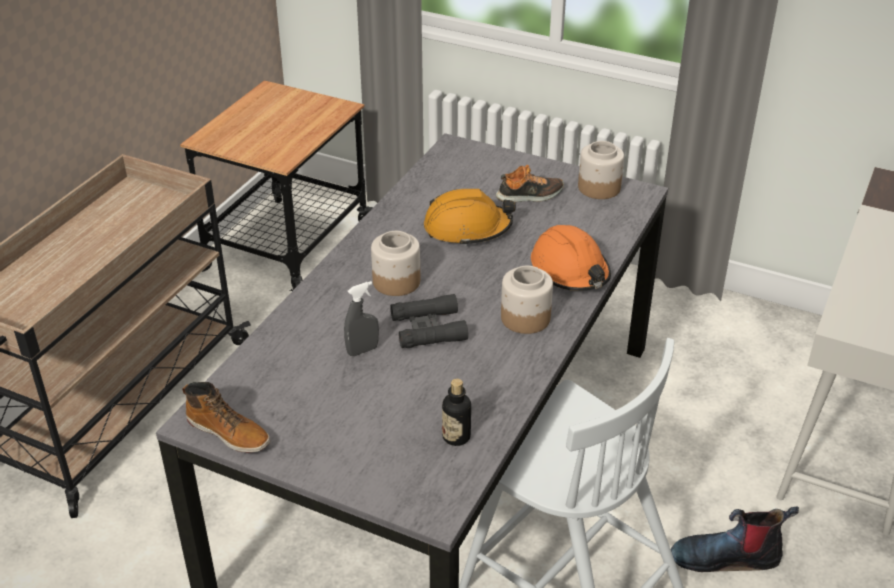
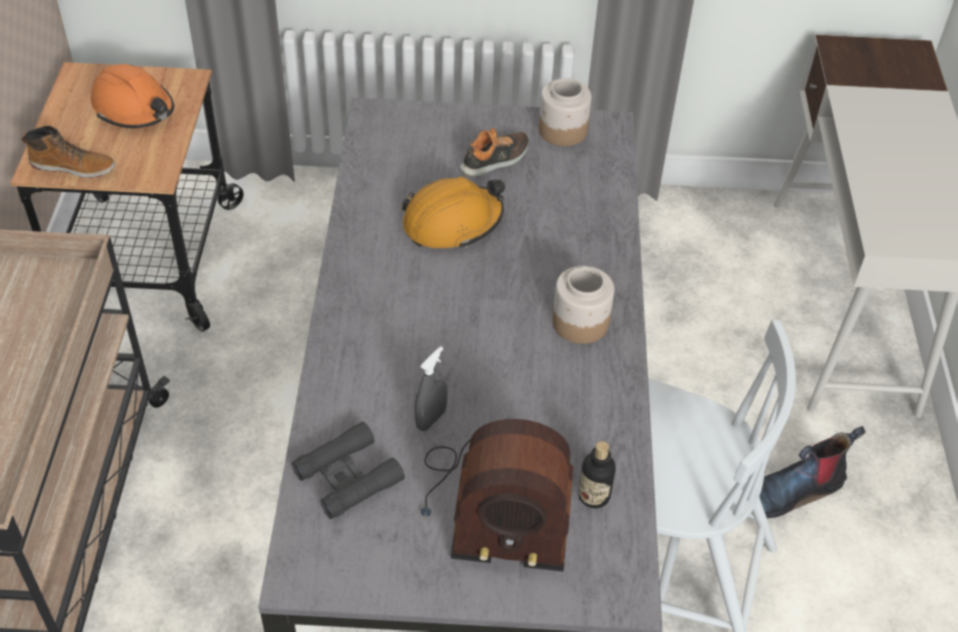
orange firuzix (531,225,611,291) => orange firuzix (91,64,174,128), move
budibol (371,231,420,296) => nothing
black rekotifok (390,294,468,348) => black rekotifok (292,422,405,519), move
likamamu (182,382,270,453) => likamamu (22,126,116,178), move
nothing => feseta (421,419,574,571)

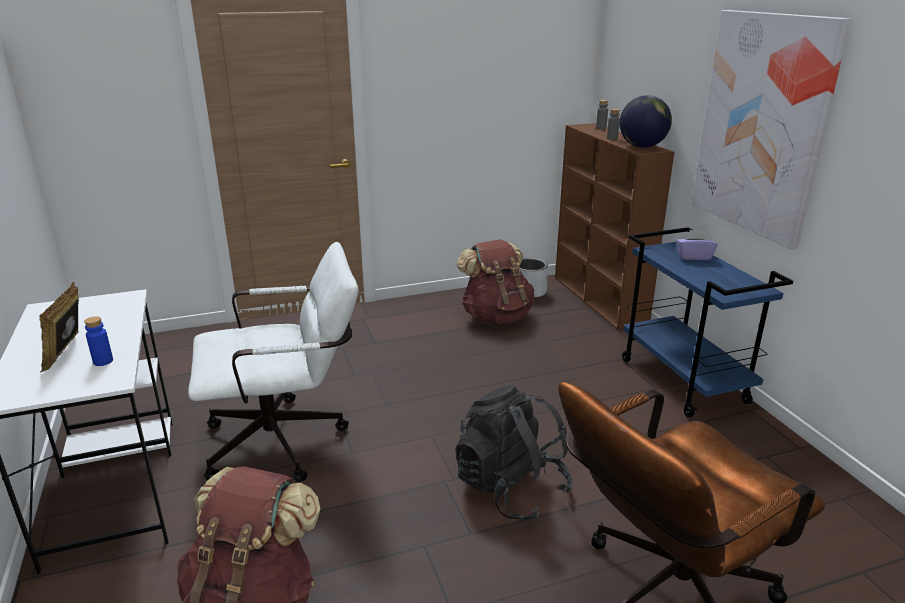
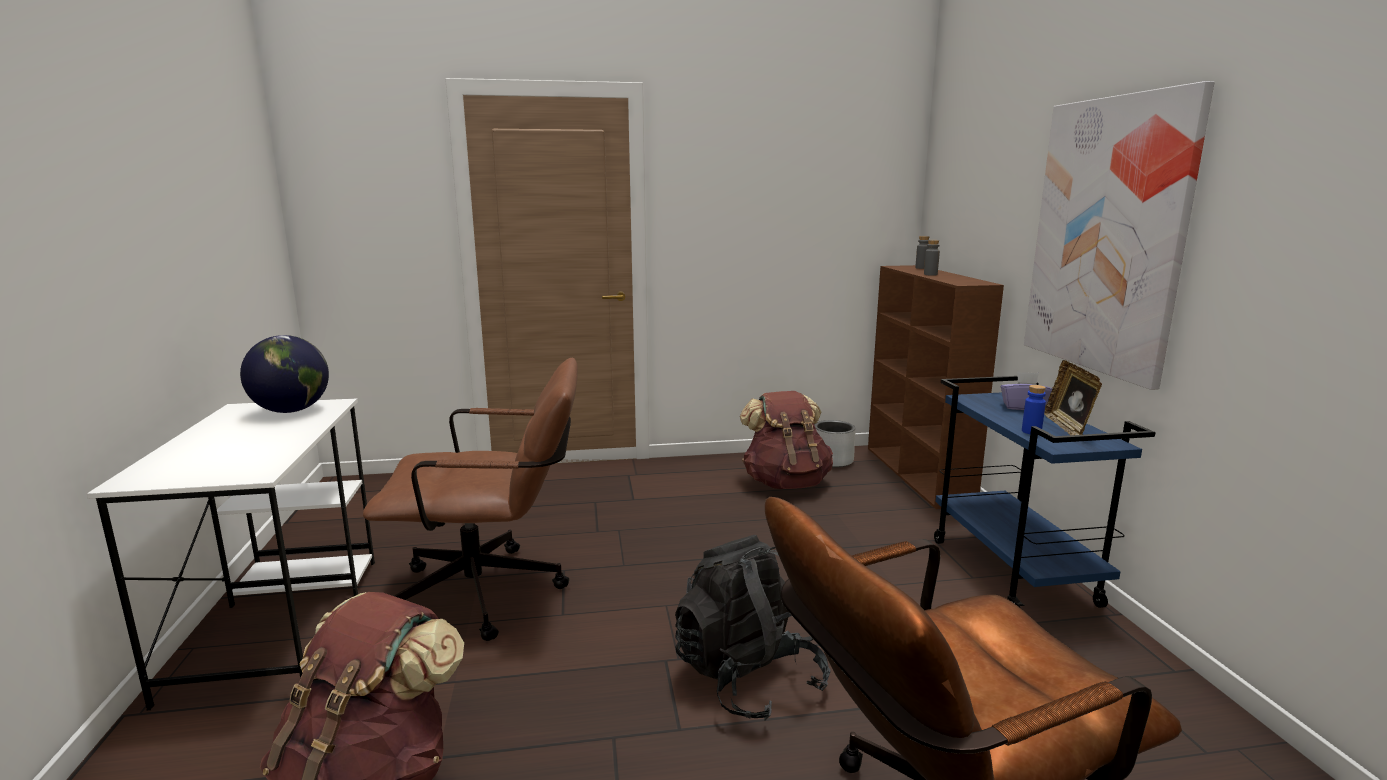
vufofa (619,95,672,148) => vufofa (240,335,329,413), move
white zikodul (188,242,359,482) => brown zikodul (363,358,578,641)
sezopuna (39,282,79,372) => sezopuna (1044,360,1102,435), move
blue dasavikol (84,316,113,366) => blue dasavikol (1022,385,1046,434), move

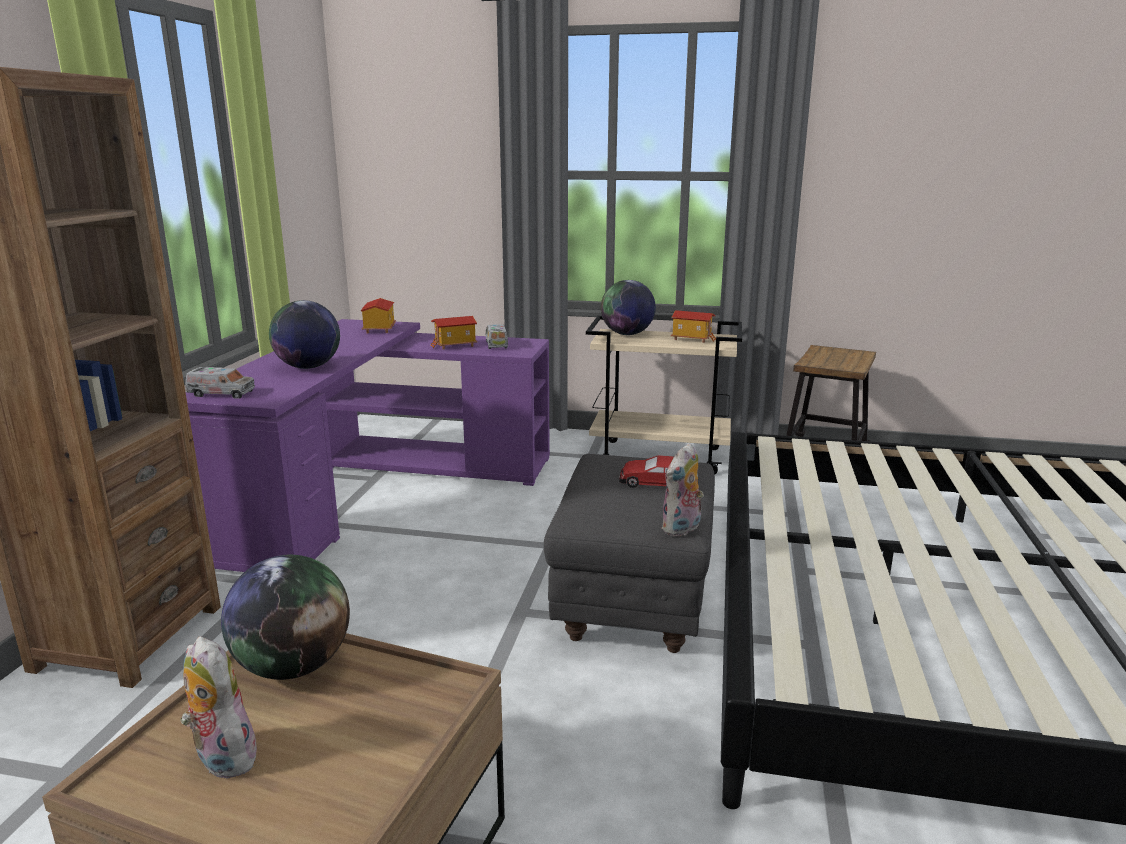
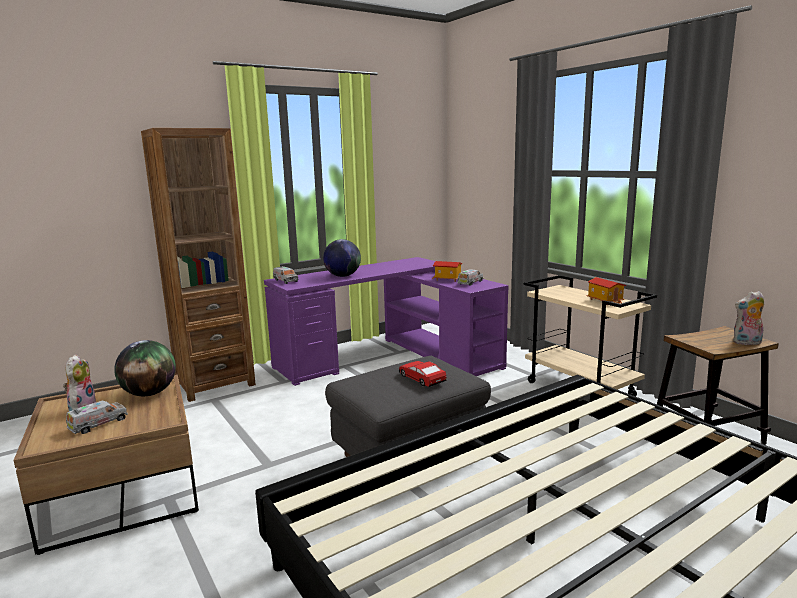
vufofa (601,280,656,335) => nothing
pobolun (361,298,396,333) => nothing
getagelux (661,443,704,536) => getagelux (733,291,764,345), move
nothing => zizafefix (66,401,128,434)

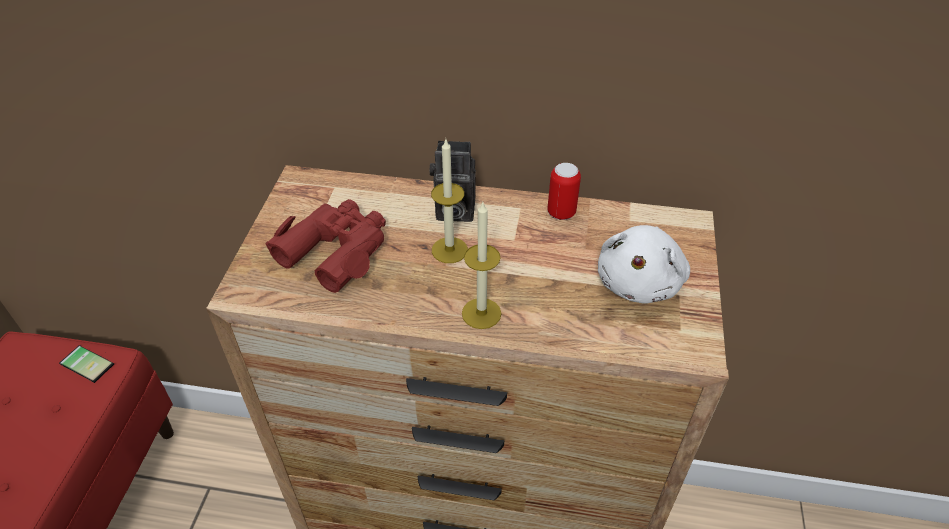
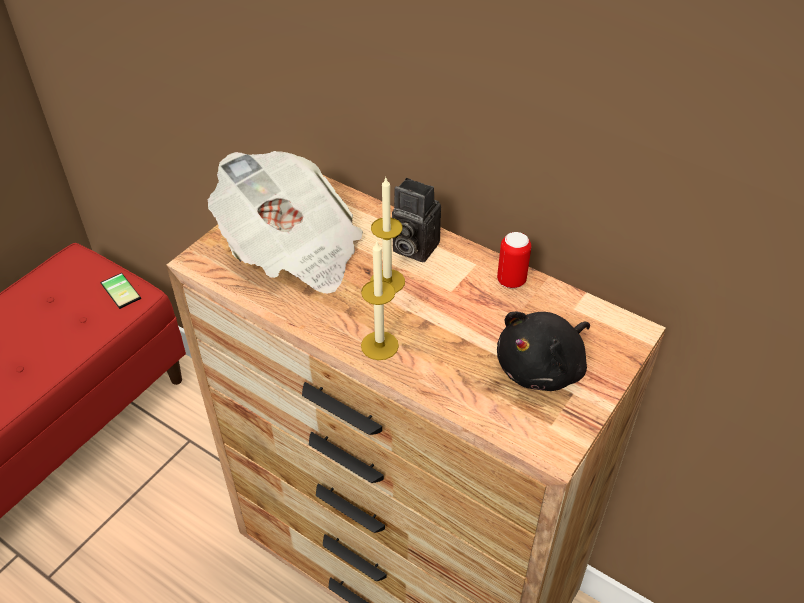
red rekotifok (266,199,386,293) => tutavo (208,151,363,294)
white getagelux (598,225,690,303) => black getagelux (497,312,590,391)

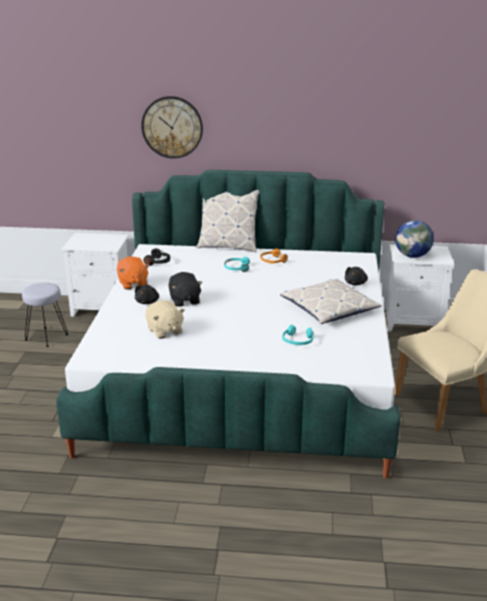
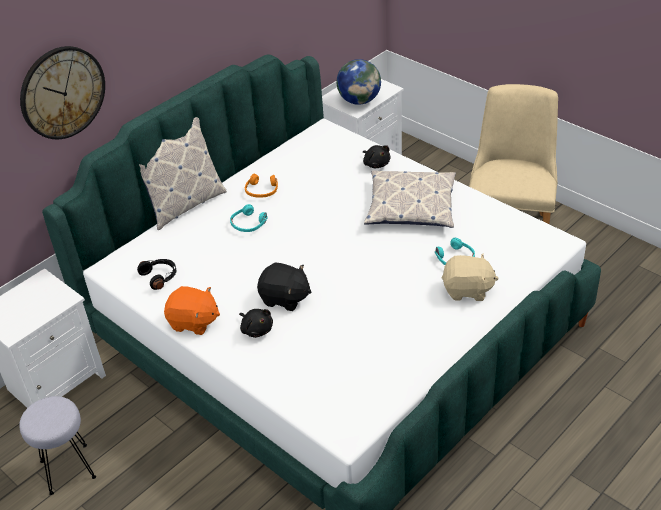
beige getagelux (145,300,185,339) => beige getagelux (442,253,499,301), move

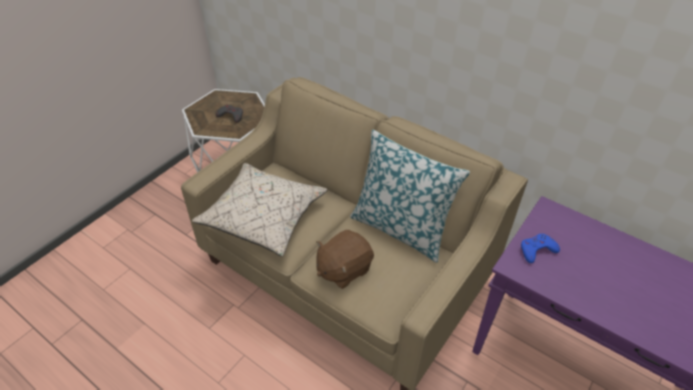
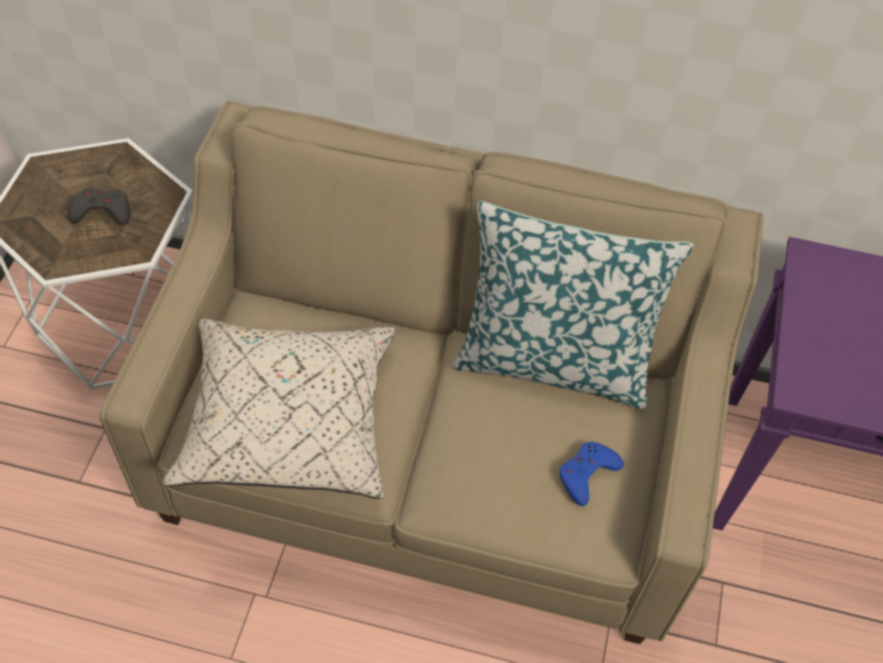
brown getagelux (316,230,374,289) => nothing
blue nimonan (521,234,560,263) => blue nimonan (559,442,624,506), move

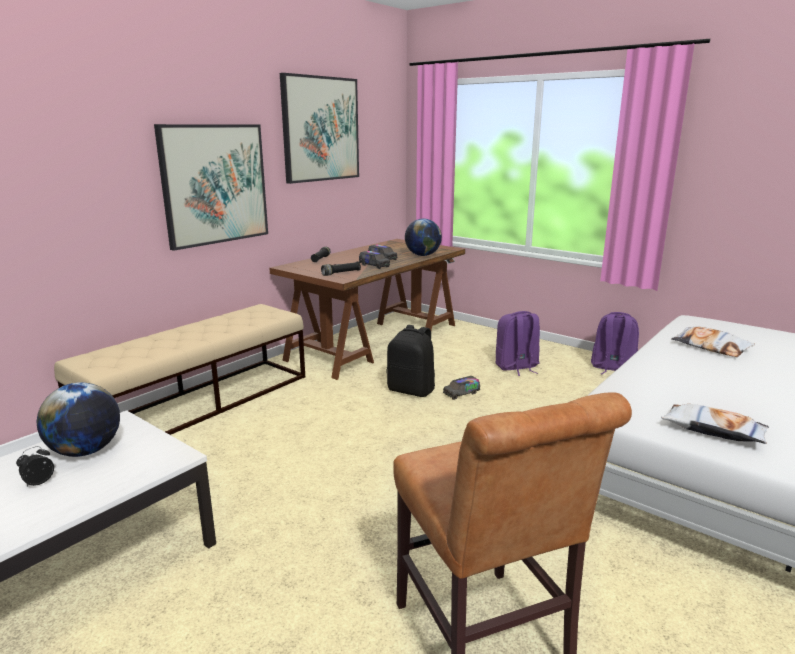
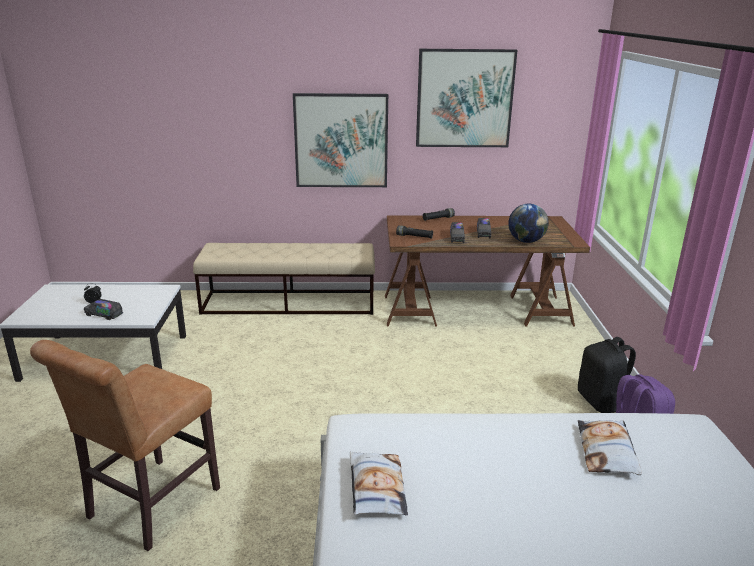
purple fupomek (496,311,540,376) => nothing
black fupomek (387,325,435,397) => black fupomek (578,337,636,413), move
zizafefix (443,376,480,400) => zizafefix (84,299,123,320), move
vufofa (36,382,120,457) => nothing

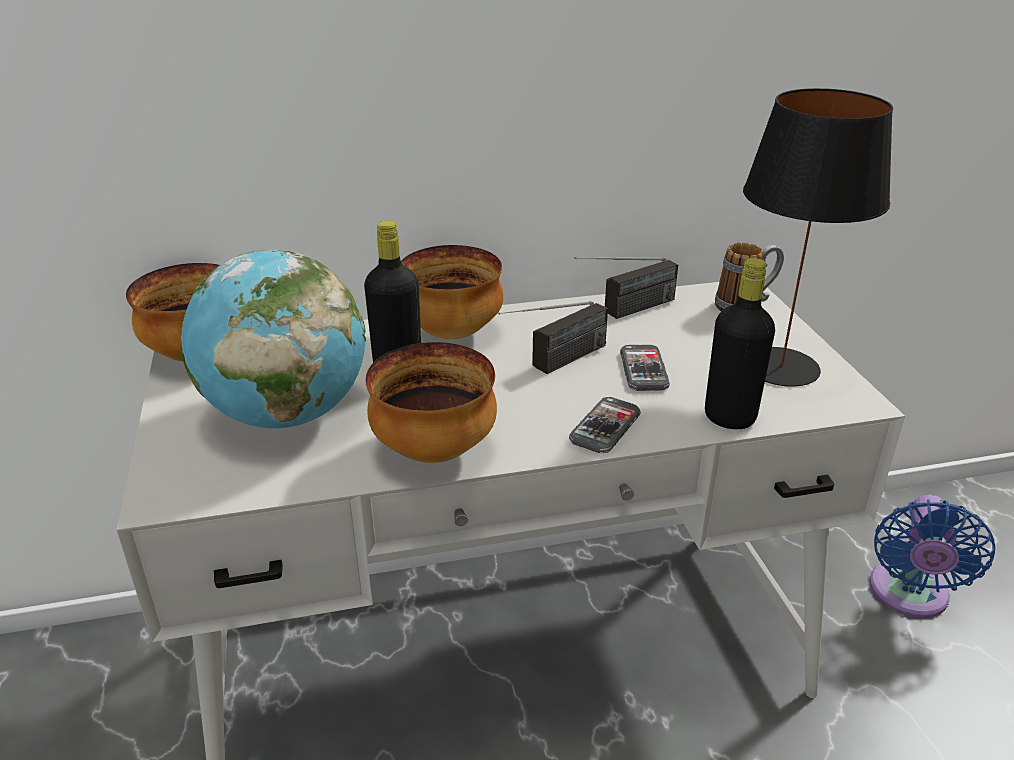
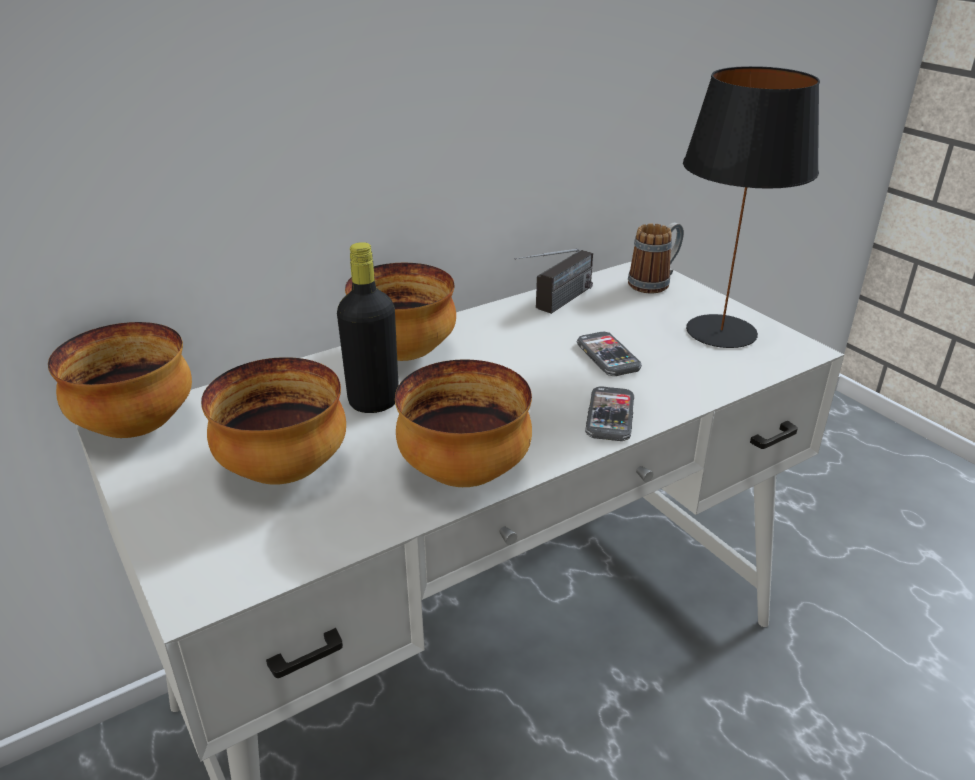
vufofa (181,250,366,428) => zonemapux (201,357,346,485)
black dasavikol (705,258,775,429) => nothing
feseta (498,301,608,374) => nothing
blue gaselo (869,495,995,618) => nothing

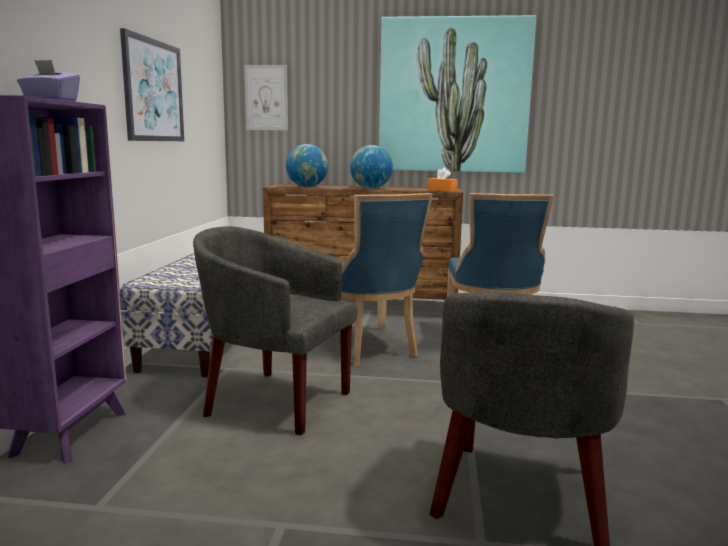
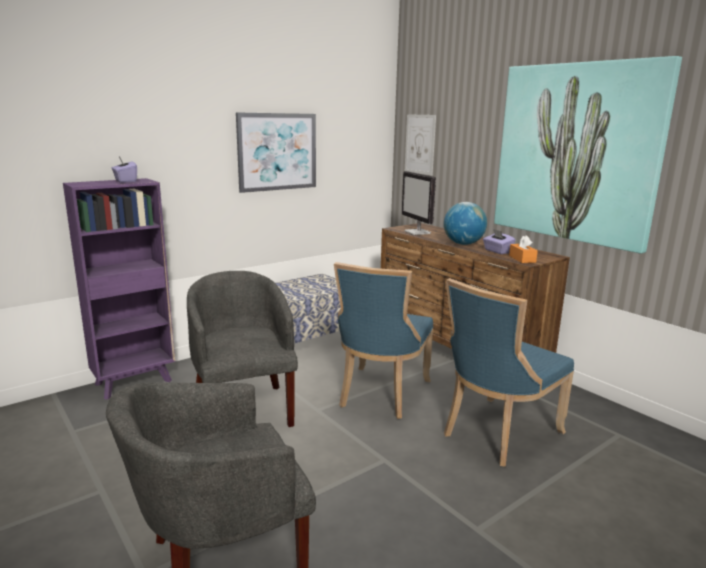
vufofa (286,144,328,187) => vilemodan (402,171,436,235)
nothing => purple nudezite (483,229,516,254)

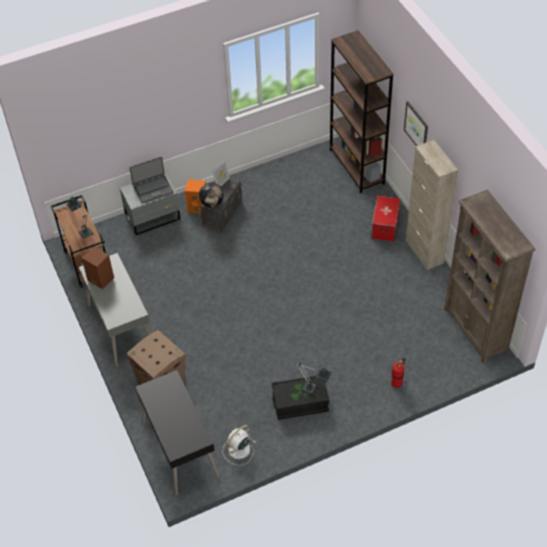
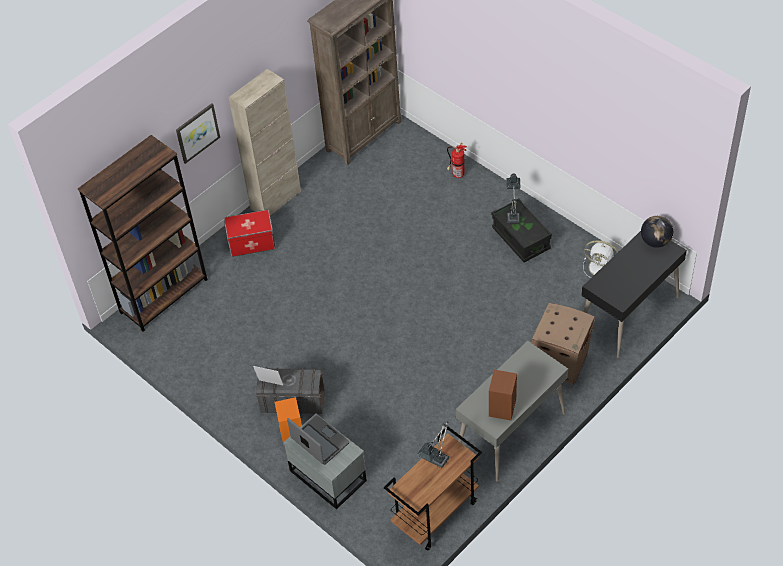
vufofa (199,183,224,207) => vufofa (641,216,673,248), move

